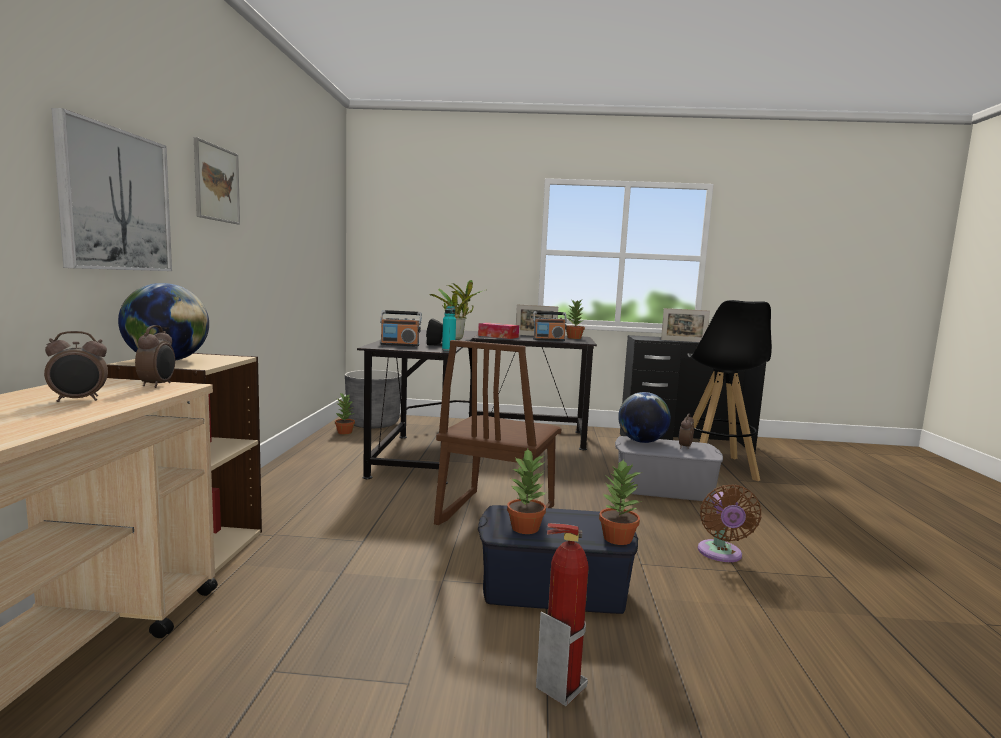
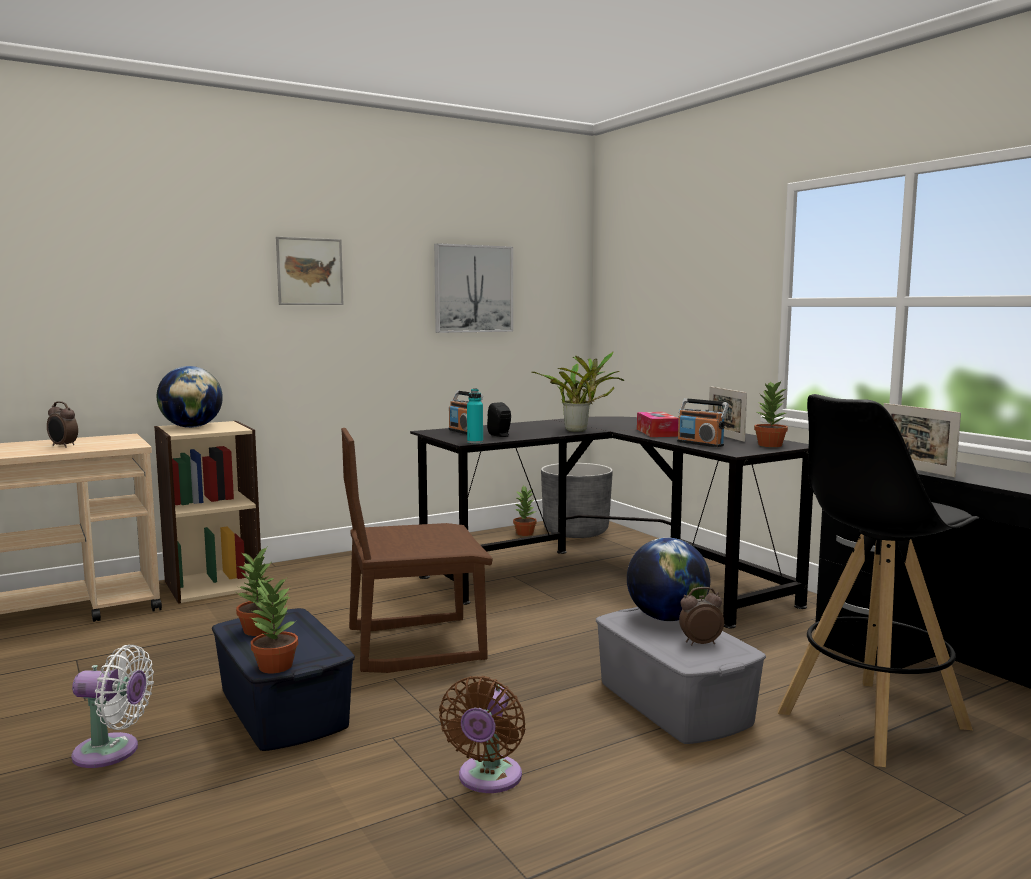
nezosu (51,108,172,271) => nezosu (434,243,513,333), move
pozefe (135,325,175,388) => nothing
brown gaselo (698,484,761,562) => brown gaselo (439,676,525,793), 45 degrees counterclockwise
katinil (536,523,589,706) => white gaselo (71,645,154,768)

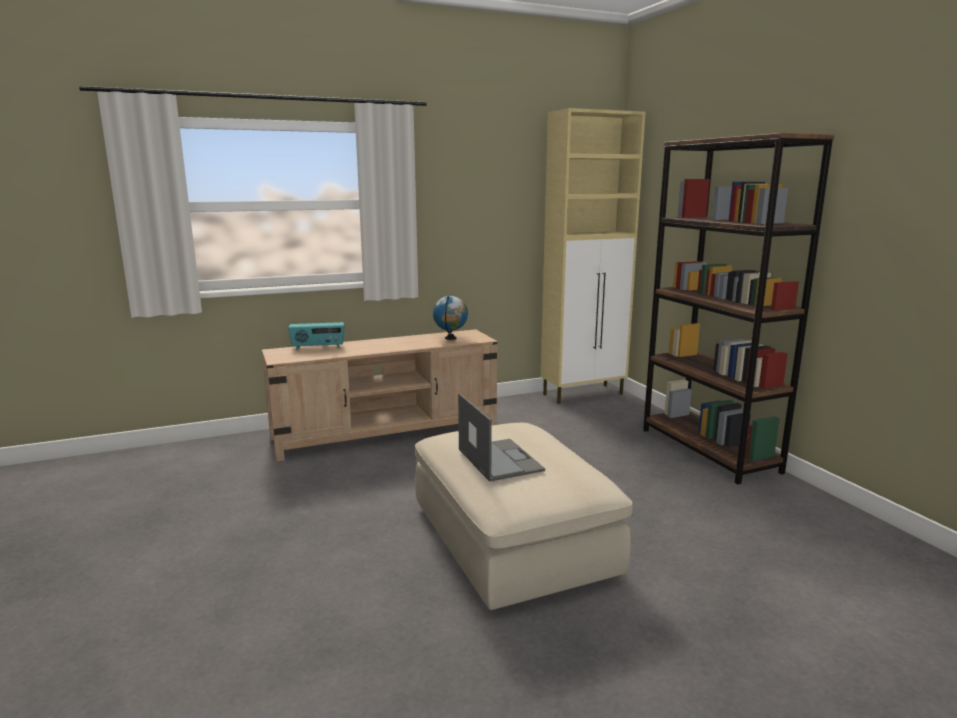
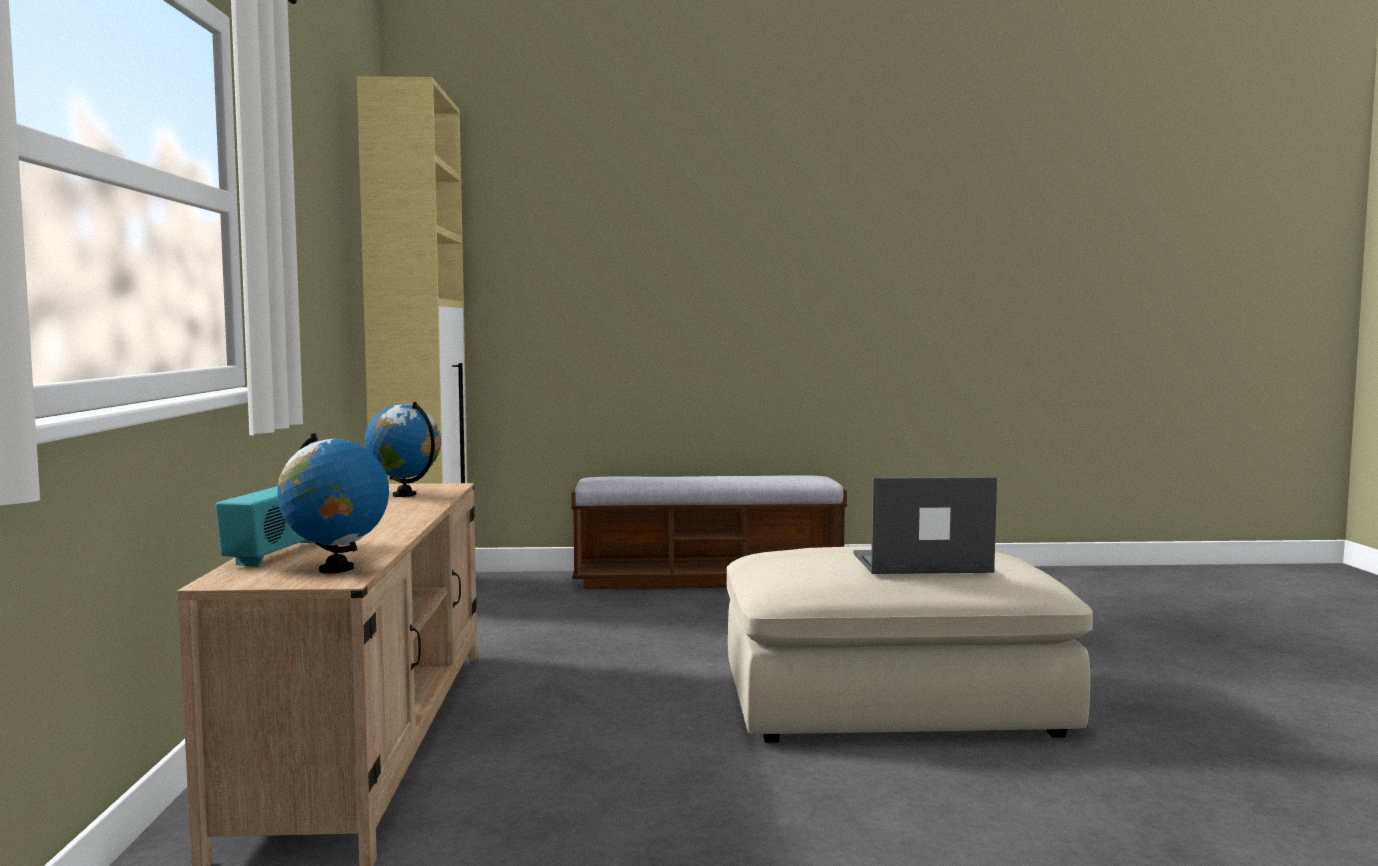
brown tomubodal (643,133,834,485) => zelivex (571,475,847,589)
nothing => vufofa (277,433,389,573)

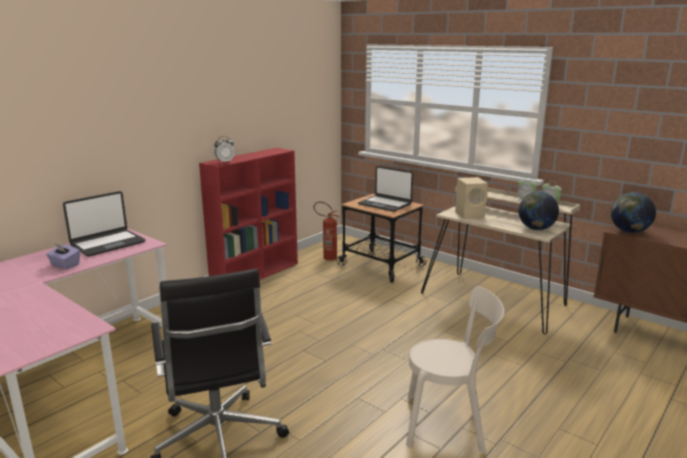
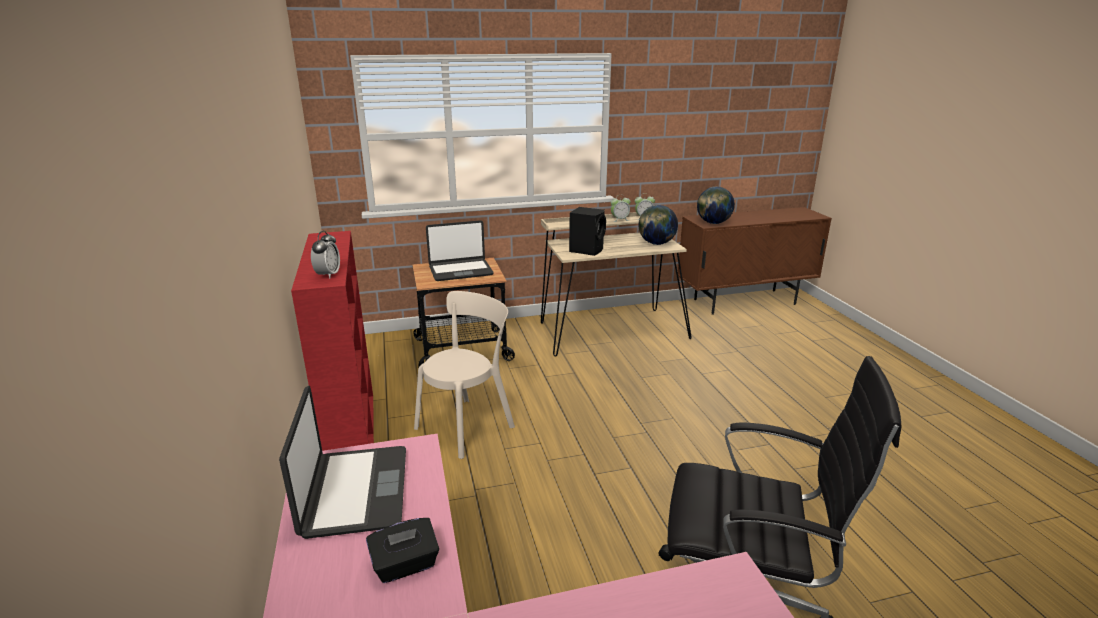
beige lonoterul (455,177,488,219) => black lonoterul (569,207,606,256)
katinil (314,202,339,261) => nothing
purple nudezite (46,244,80,269) => black nudezite (366,518,439,583)
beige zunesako (406,286,504,454) => beige zunesako (414,291,515,459), move

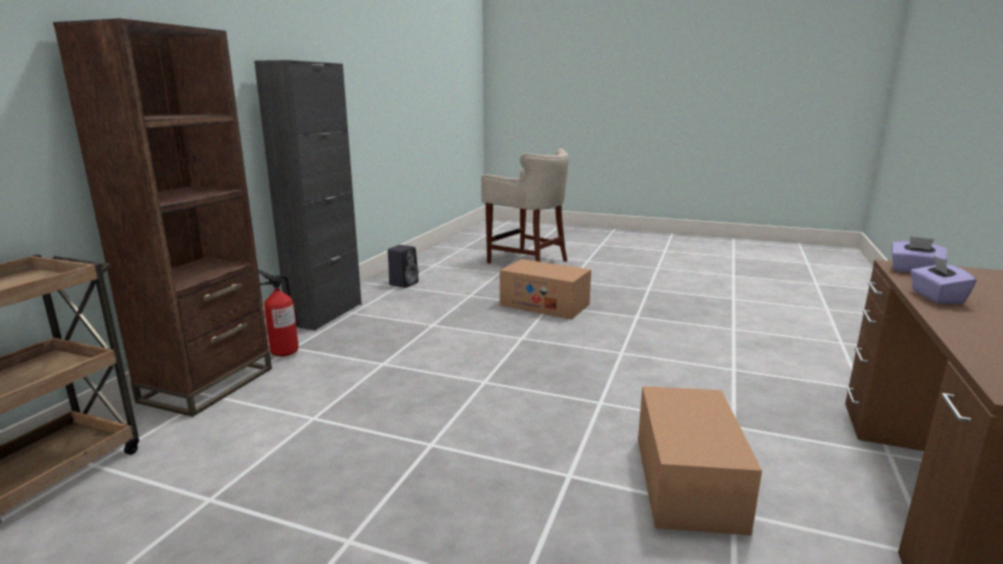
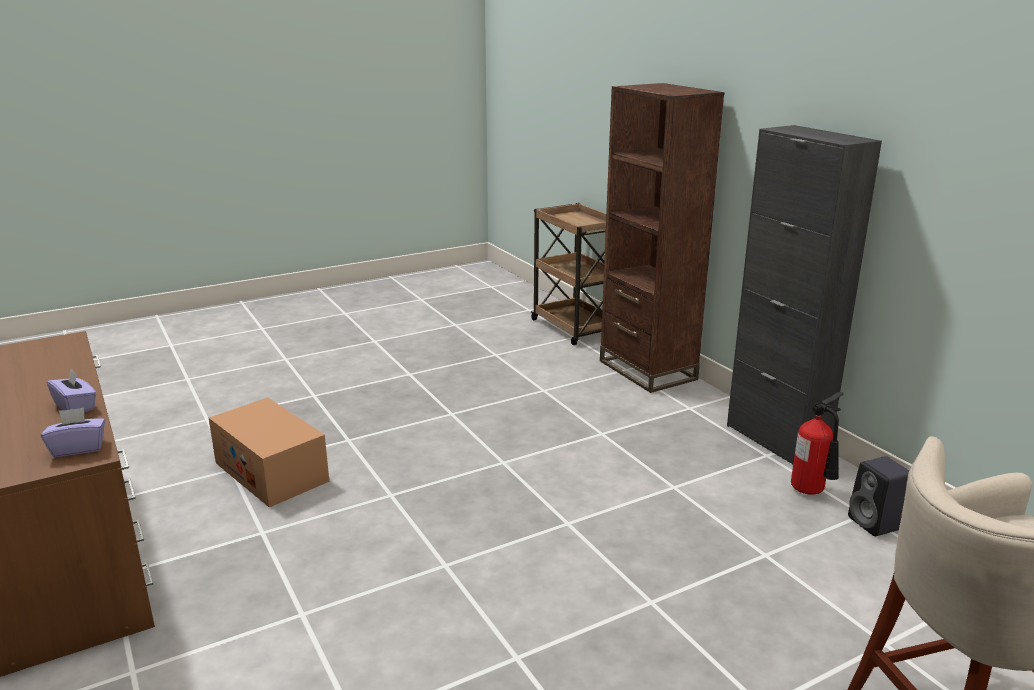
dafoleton (500,259,591,320) => nothing
katinil (258,270,301,356) => katinil (791,392,843,495), move

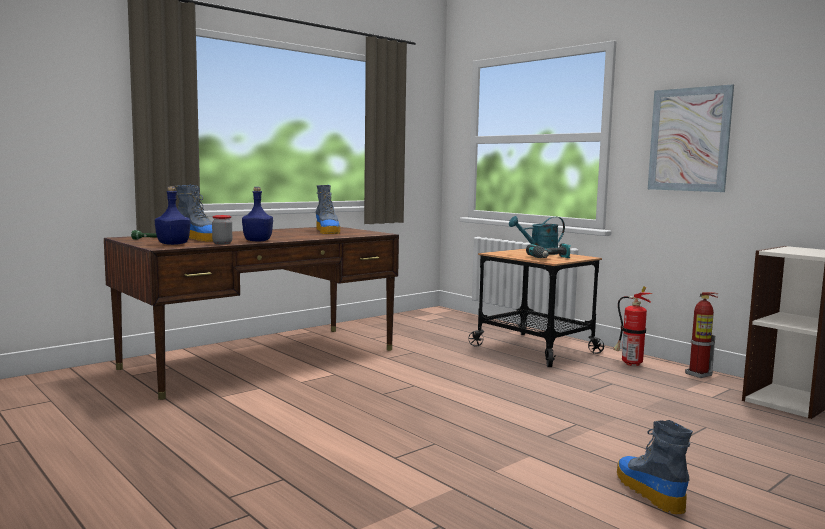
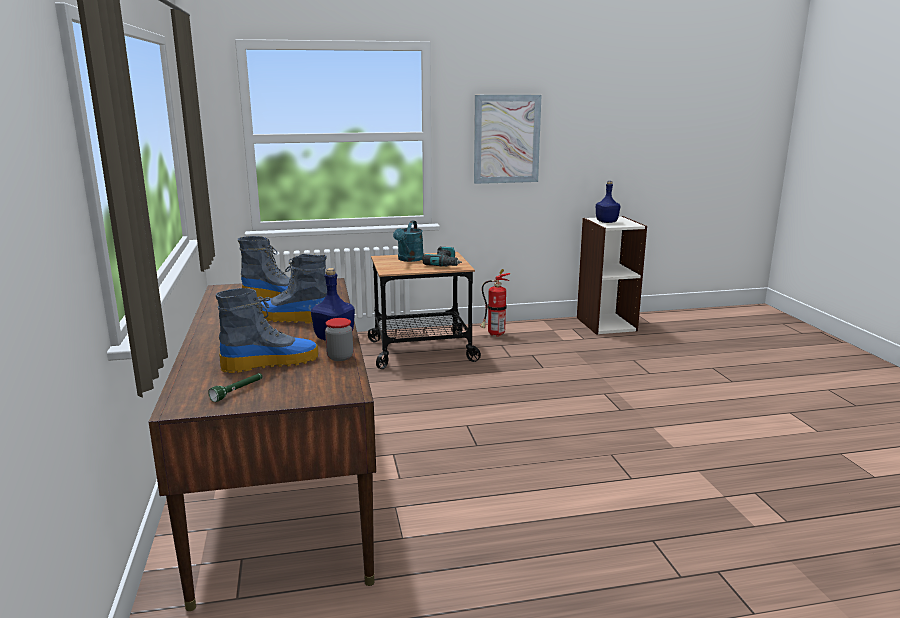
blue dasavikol (155,186,191,245) => blue dasavikol (596,181,621,223), move
katinil (685,292,718,378) => nothing
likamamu (617,420,693,514) => likamamu (261,254,327,324), move

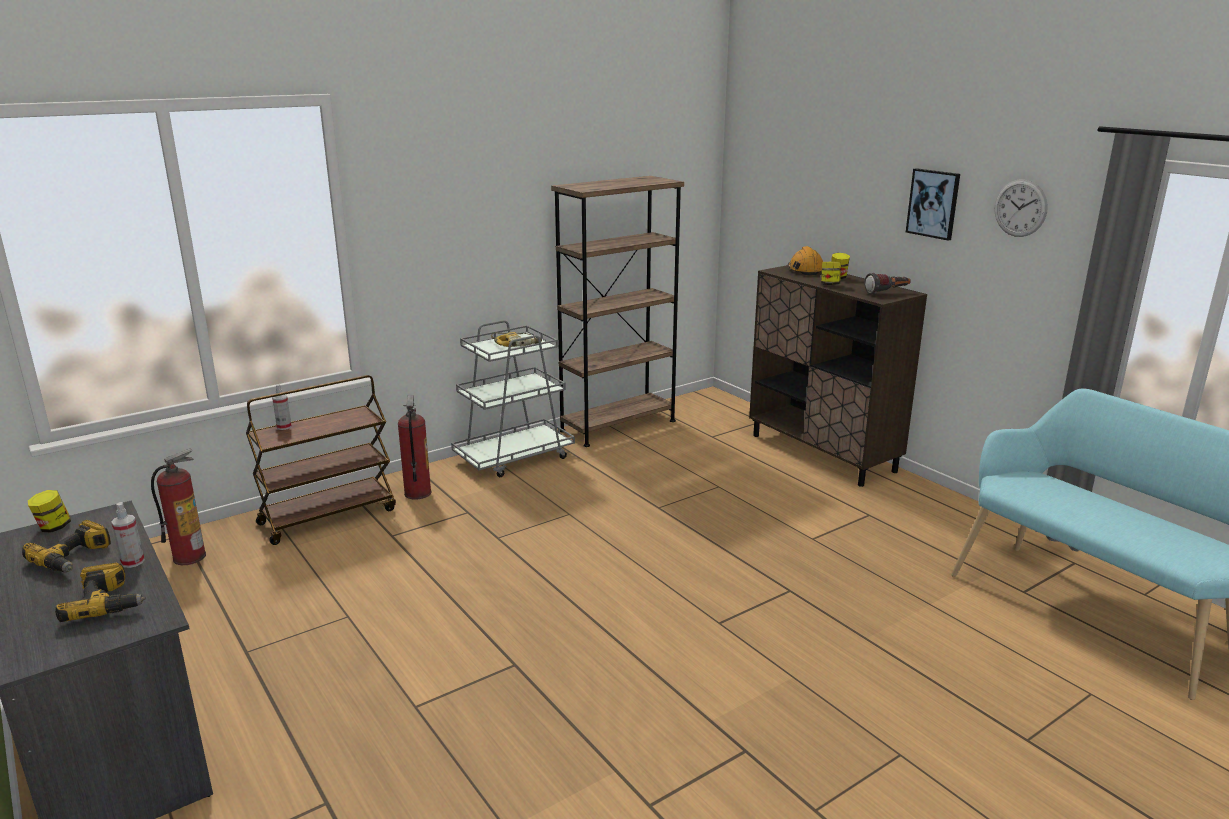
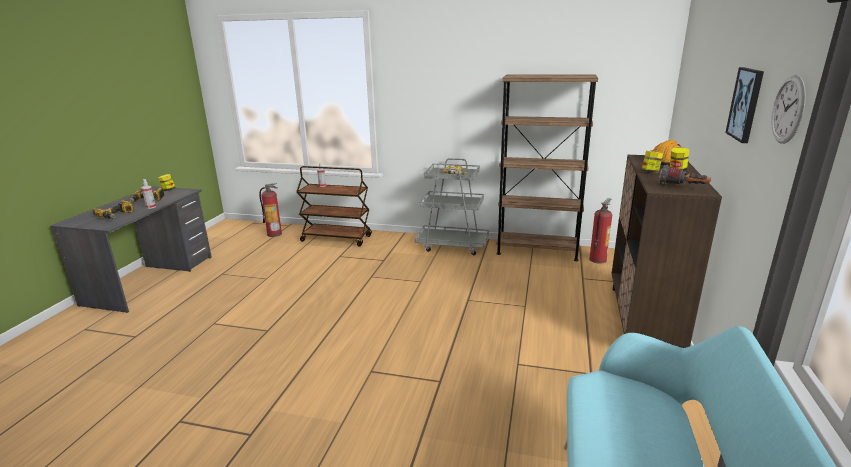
katinil (398,395,431,500) => katinil (589,198,612,264), move

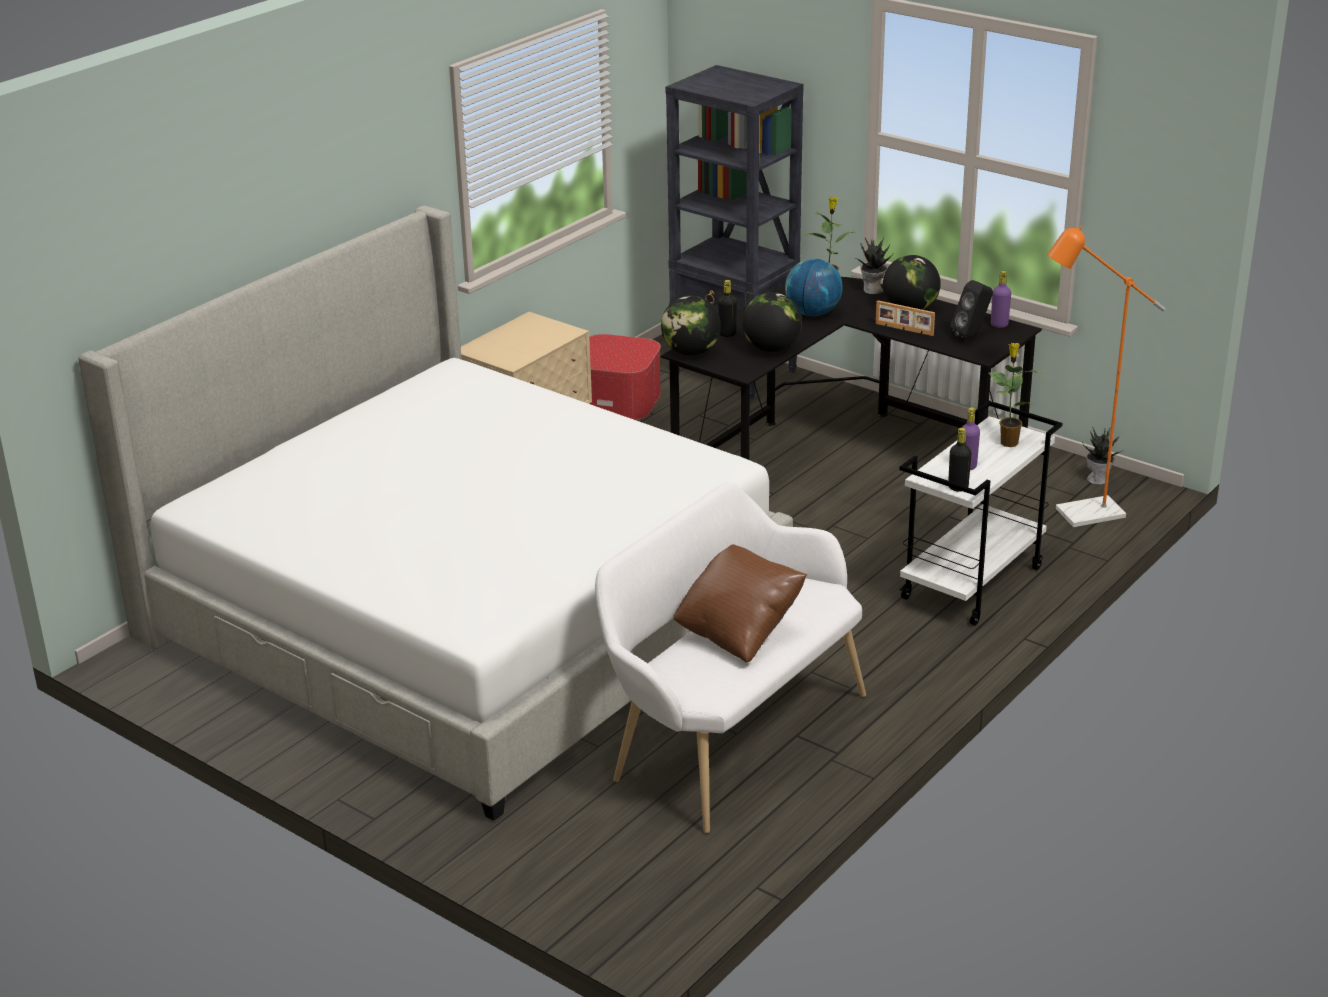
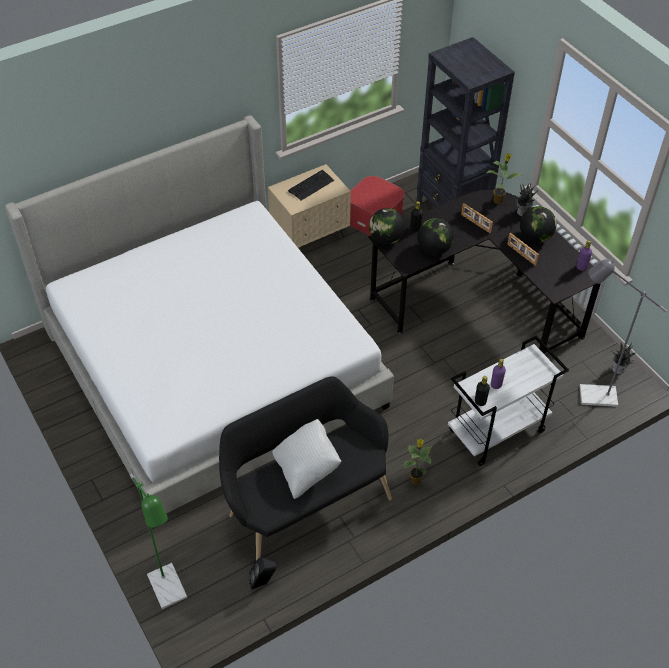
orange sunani (1047,226,1165,527) => grey sunani (579,259,667,407)
vufofa (785,258,843,316) => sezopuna (461,203,493,233)
black lonoterul (950,280,993,341) => black lonoterul (249,557,277,590), move
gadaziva (989,343,1042,447) => gadaziva (404,439,432,485), move
white zelivex (595,483,866,833) => black zelivex (219,376,392,561)
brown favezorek (673,544,807,663) => white favezorek (272,419,342,499)
nothing => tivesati (288,170,334,201)
nothing => green sunani (130,474,187,609)

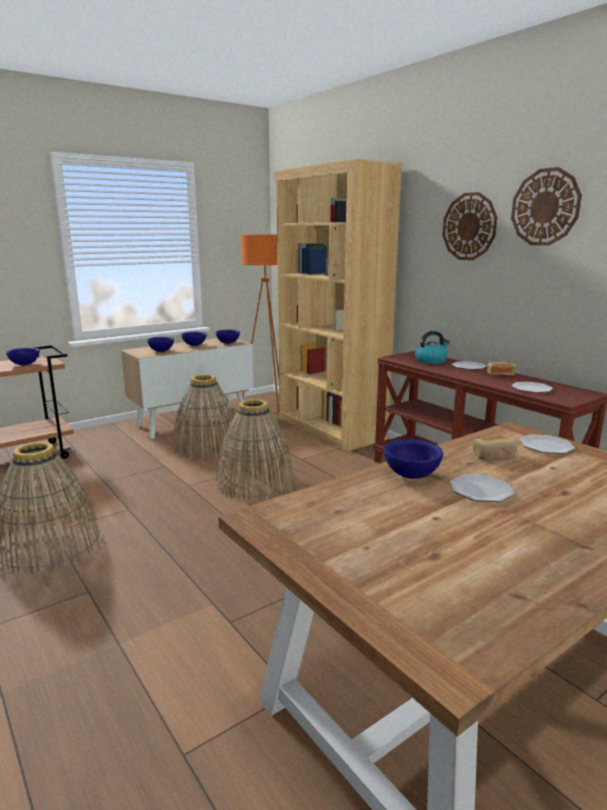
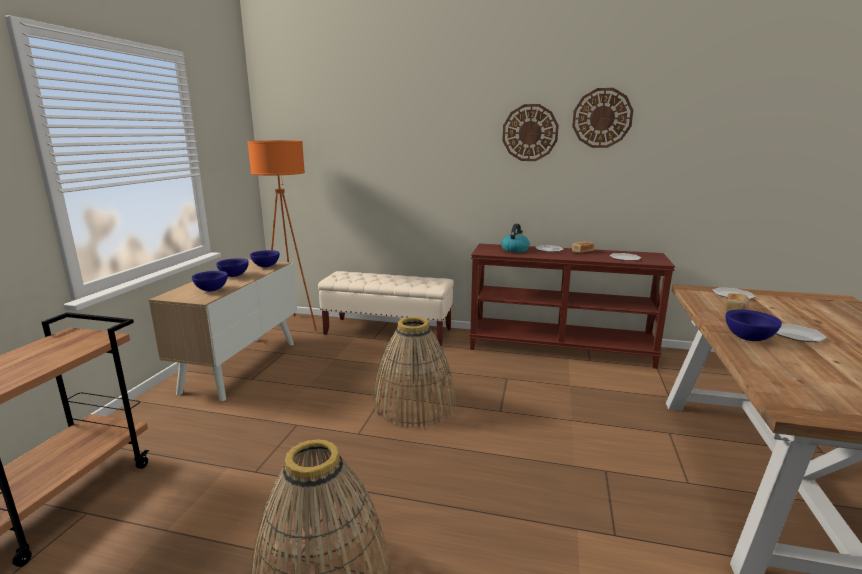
brown tomubodal (274,159,402,451) => beige zelivex (318,271,454,346)
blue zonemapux (6,348,39,365) => nothing
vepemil (173,374,241,460) => nothing

